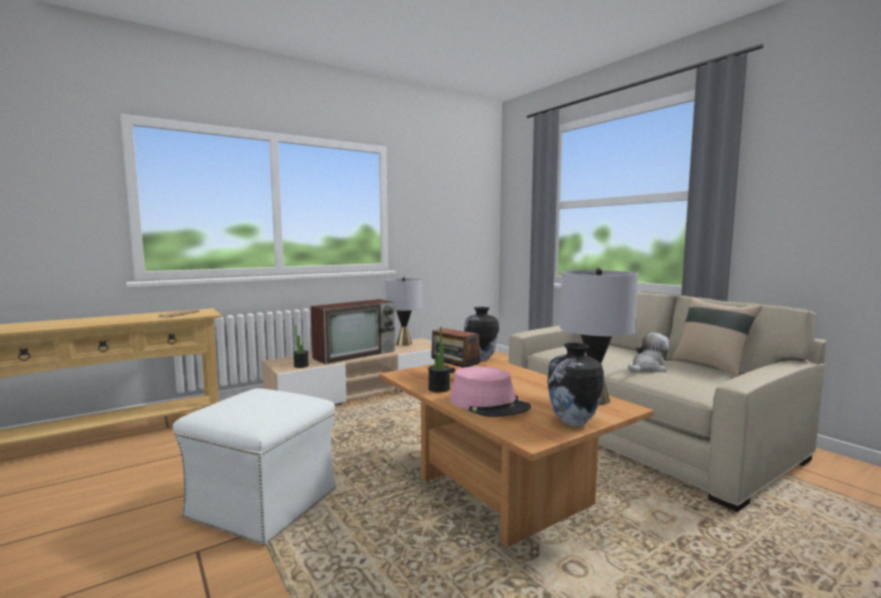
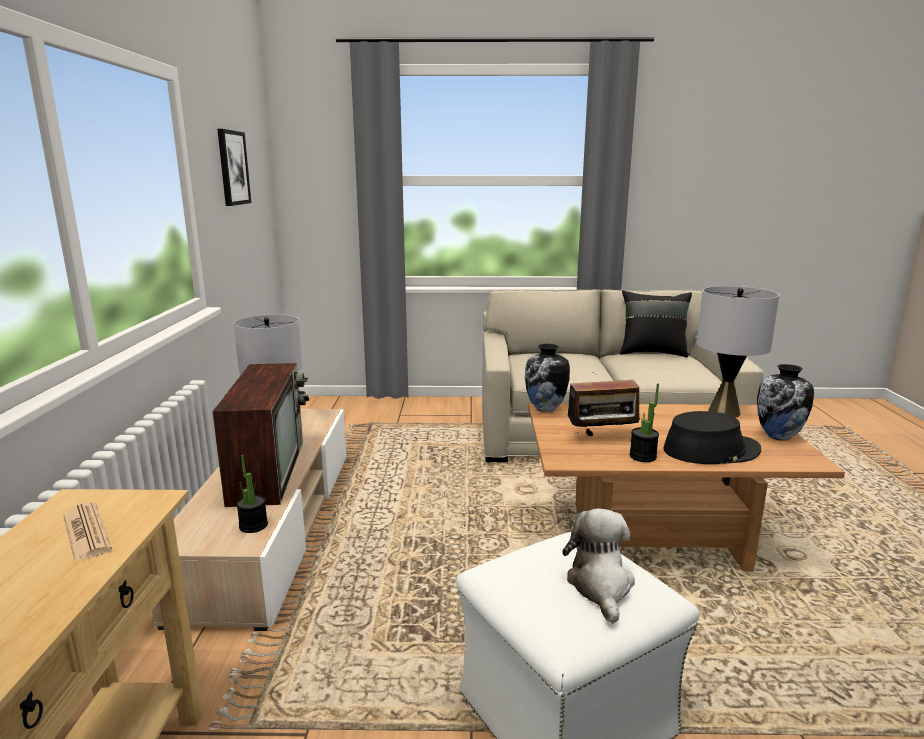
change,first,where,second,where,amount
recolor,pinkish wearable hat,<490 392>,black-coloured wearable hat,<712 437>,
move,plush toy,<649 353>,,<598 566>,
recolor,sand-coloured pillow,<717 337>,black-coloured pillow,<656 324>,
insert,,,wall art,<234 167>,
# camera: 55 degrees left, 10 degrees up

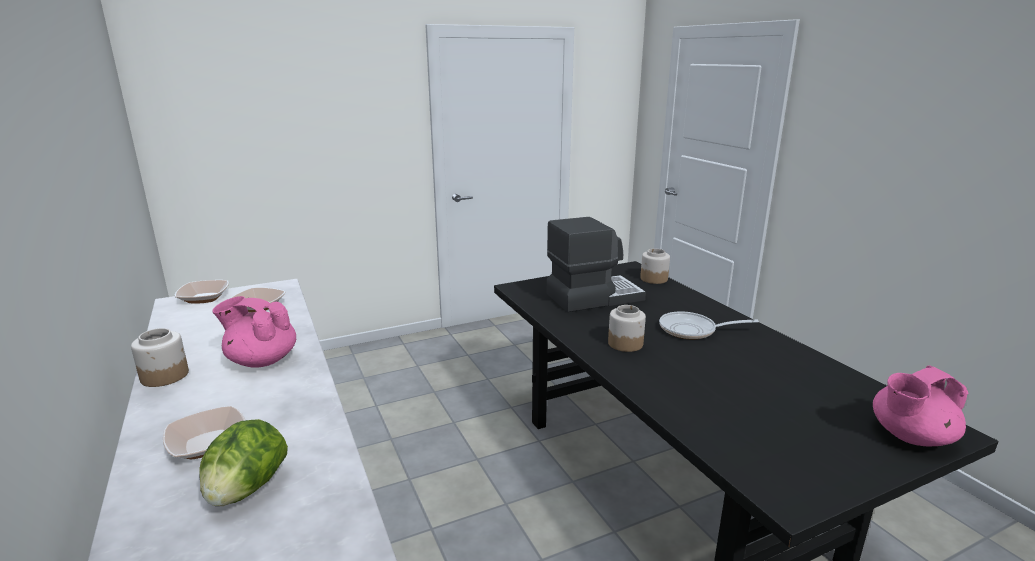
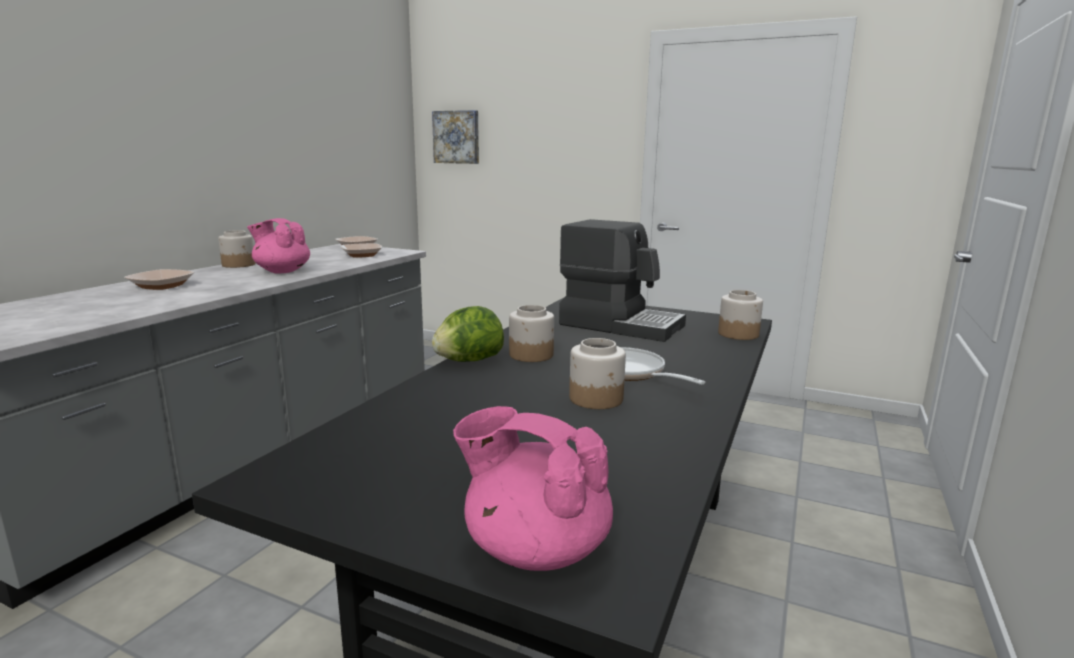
change,first,where,second,where,amount
move,head of lettuce,<243 462>,,<468 334>,
rotate,pinkish tea pot,<254 332>,,<278 246>,45 degrees counterclockwise
insert,,,wall art,<455 137>,
insert,,,preserve jar,<597 373>,
# camera: 50 degrees right, 5 degrees down

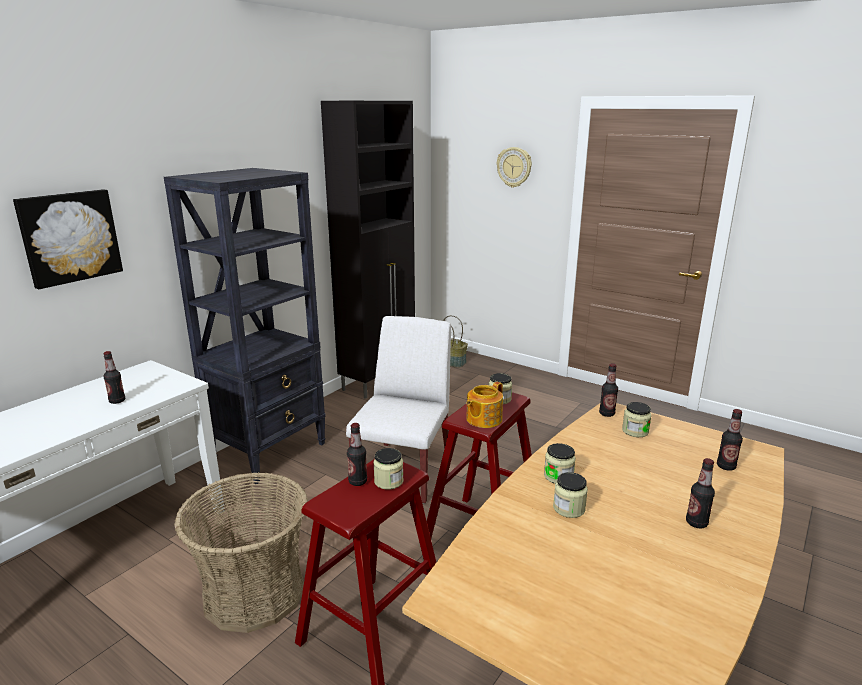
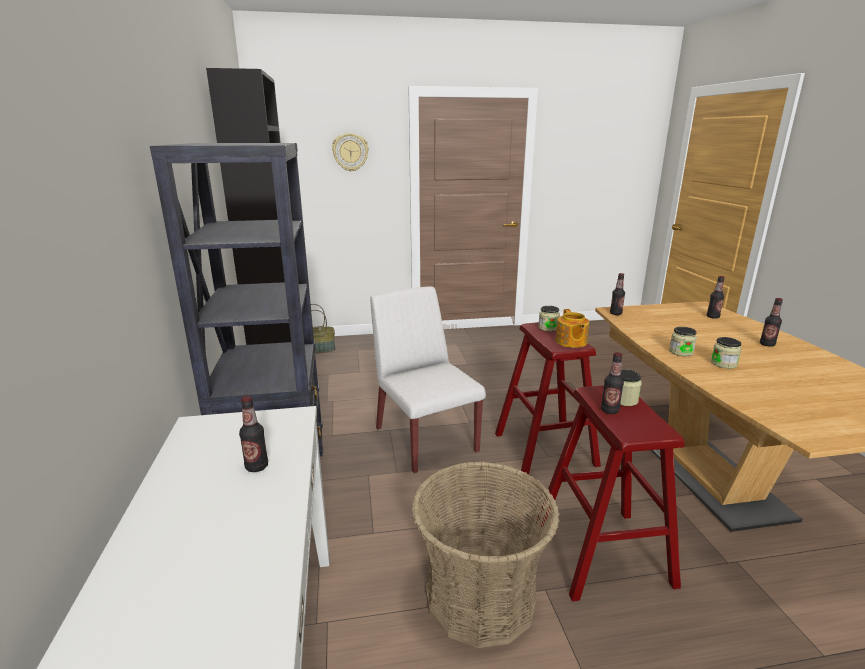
change,first,where,second,where,amount
delete,wall art,<68 239>,,,
delete,preserve jar,<636 419>,,,
# camera: 45 degrees left, 0 degrees up

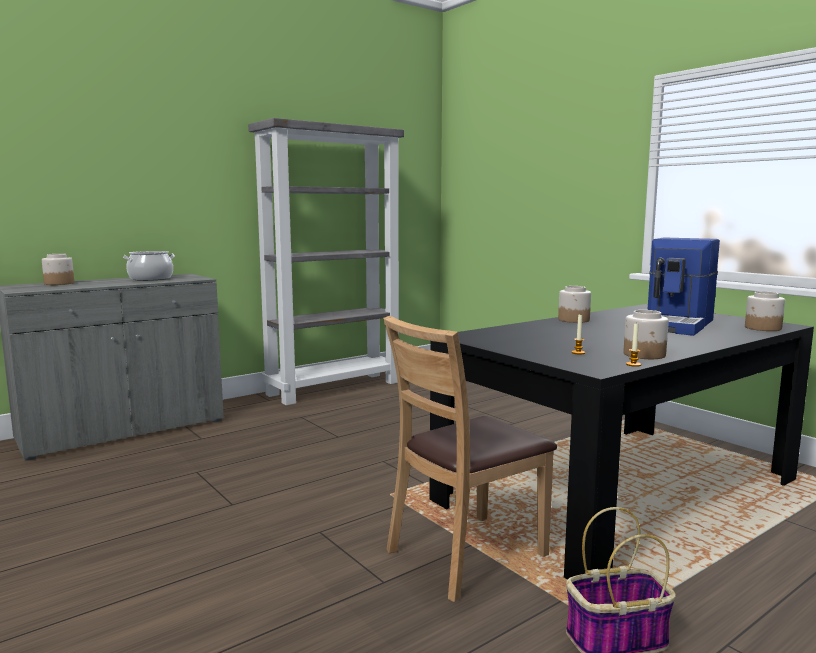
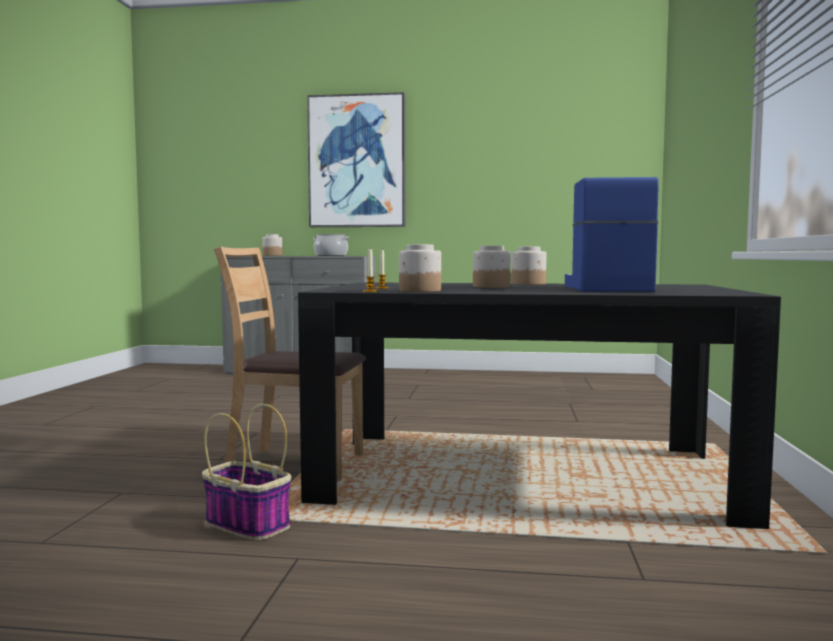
change,first,where,second,where,amount
delete,gray shelving unit,<326 261>,,,
rotate,coffee maker,<683 287>,,<612 234>,105 degrees clockwise
move,preserve jar,<765 311>,,<492 267>,
insert,,,wall art,<356 159>,
# camera: 45 degrees right, 5 degrees down

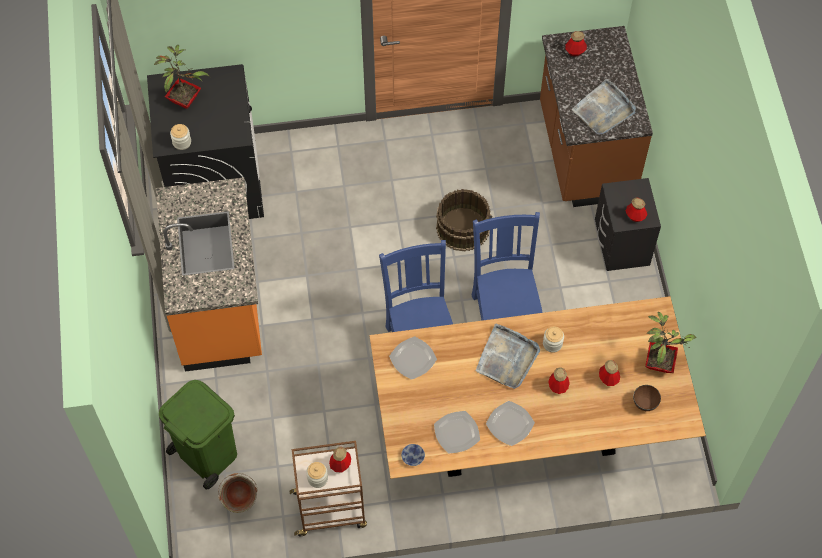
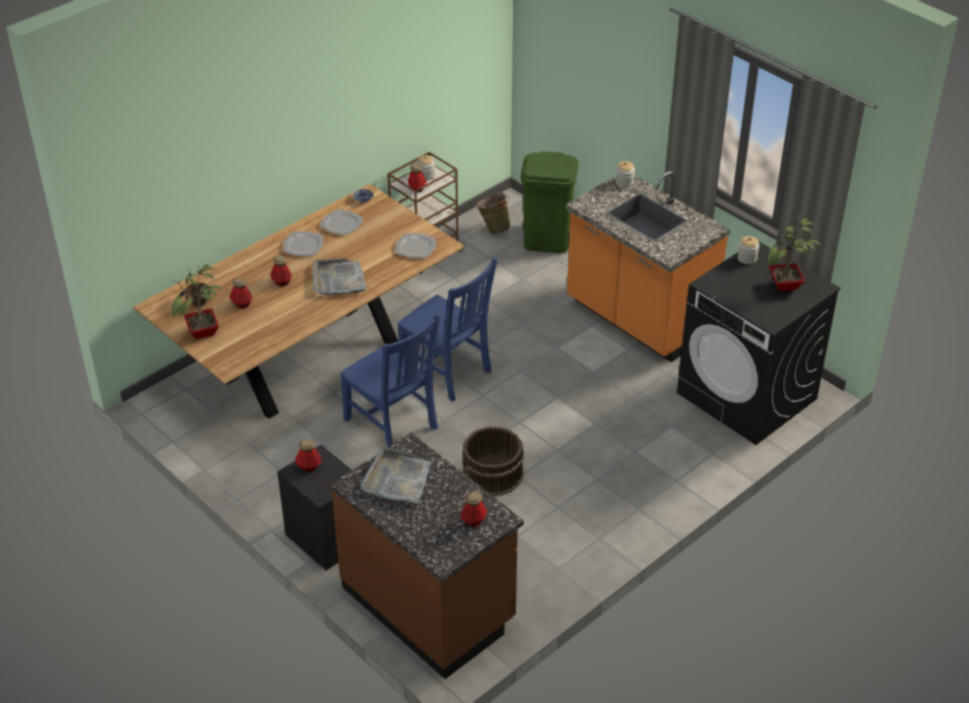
change,first,where,second,where,amount
move,preserve jar,<553 340>,,<625 174>,
# camera: 145 degrees right, 20 degrees down

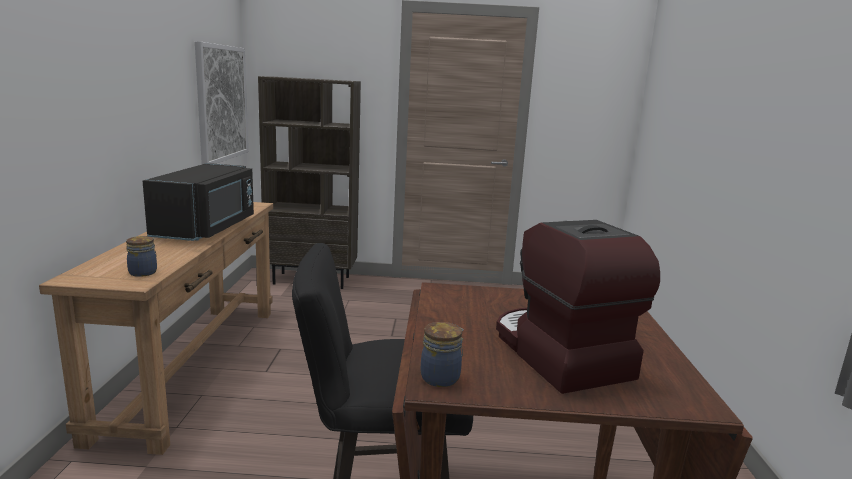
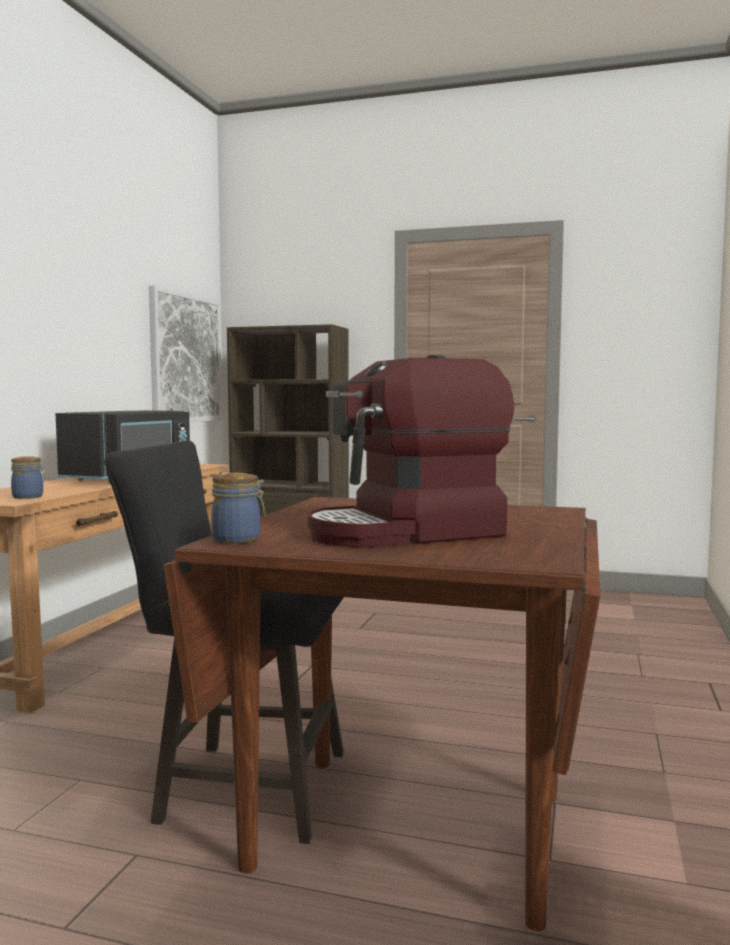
change,first,where,second,where,amount
rotate,coffee maker,<578 307>,,<411 451>,105 degrees counterclockwise
# camera: 15 degrees right, 10 degrees down

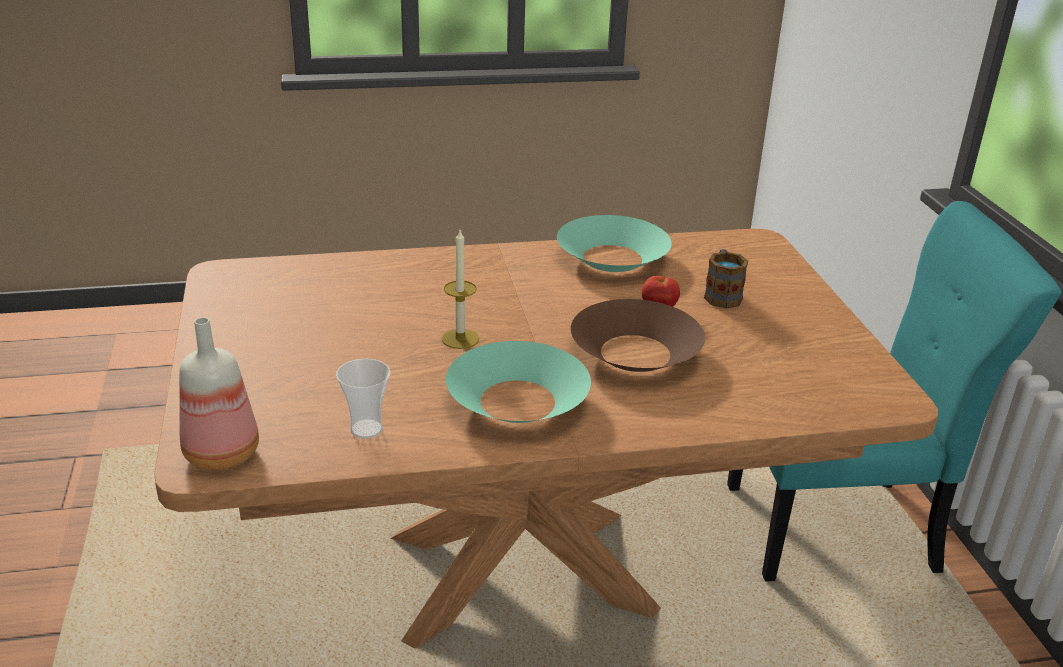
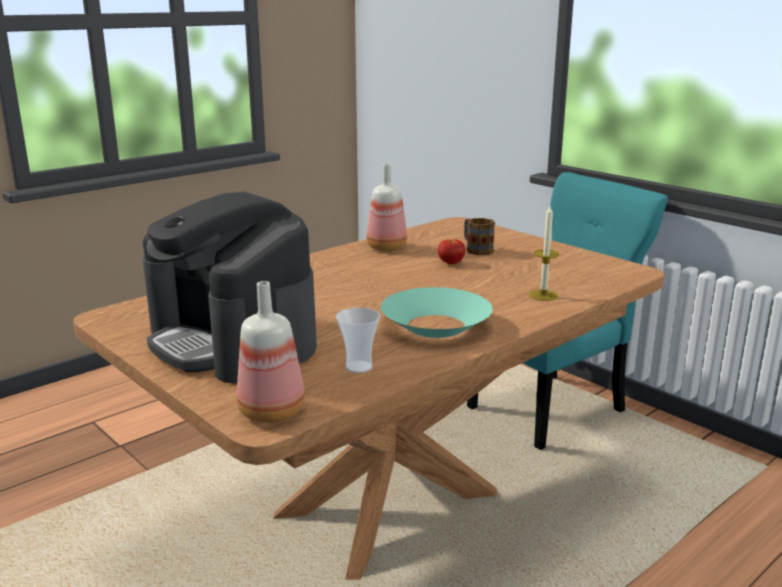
change,first,where,second,where,amount
move,wax candle,<460 289>,,<544 253>,
replace,turquoise bowl,<614 243>,bottle,<386 207>,
delete,brown-coloured bowl,<638 335>,,,
insert,,,coffee maker,<230 287>,
# camera: 30 degrees left, 10 degrees down

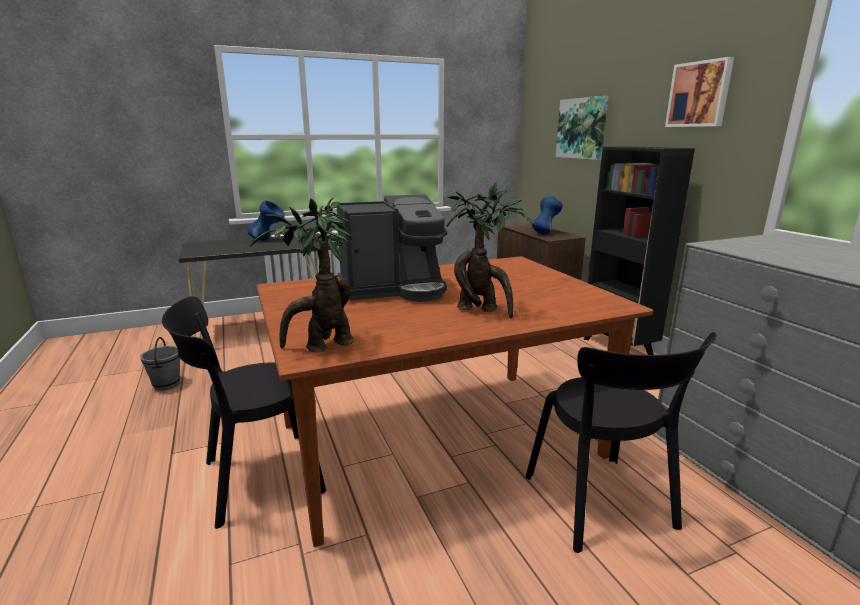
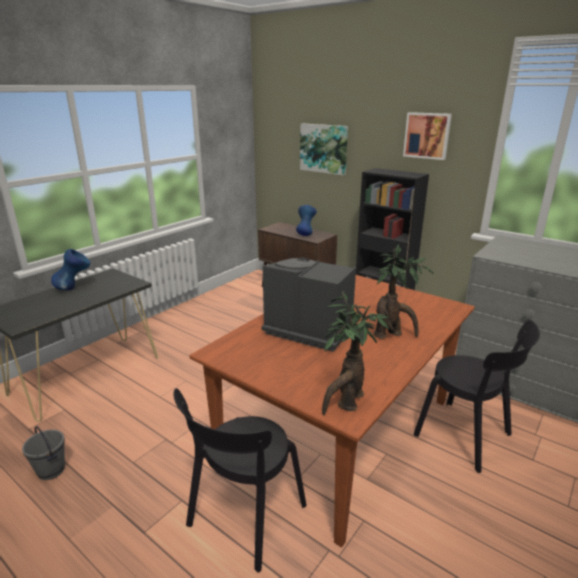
change,first,where,second,where,amount
rotate,coffee maker,<392 248>,,<308 304>,105 degrees counterclockwise
# camera: 30 degrees left, 5 degrees up

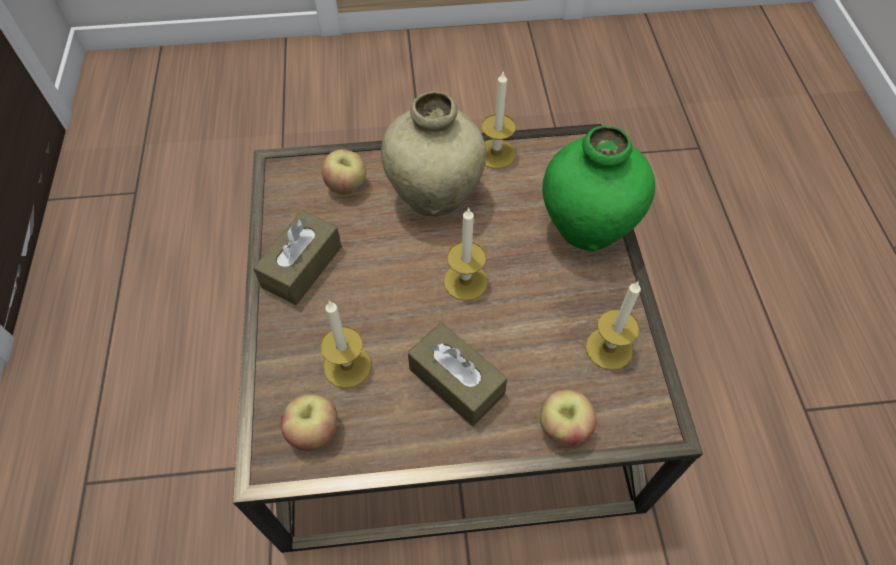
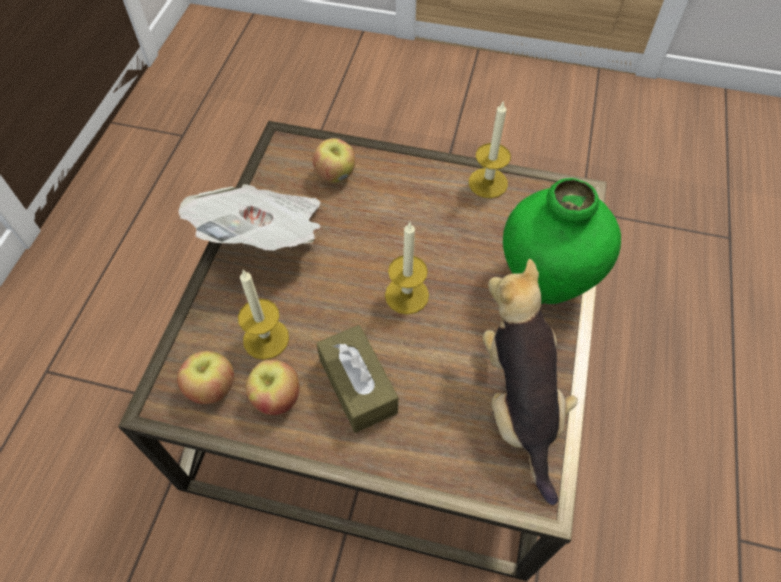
change,first,where,second,where,amount
replace,brown-coloured box of tissues,<297 257>,printed paper,<249 217>,
delete,sand-coloured flower vase,<433 153>,,,
move,apple fruit,<568 418>,,<272 387>,
replace,wax candle,<613 325>,plush toy,<530 382>,
# camera: 20 degrees right, 0 degrees up

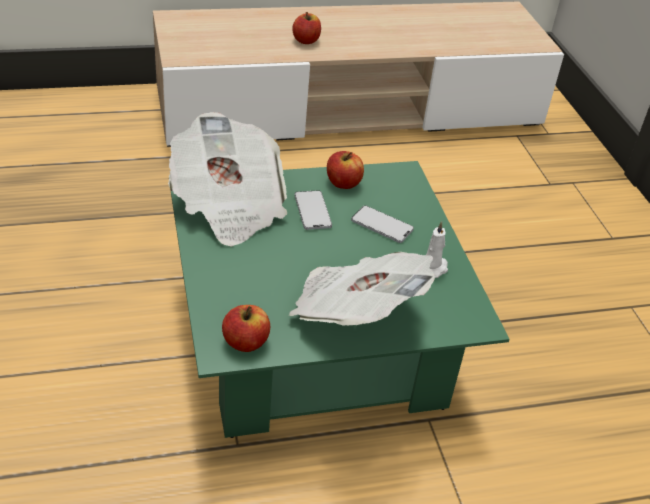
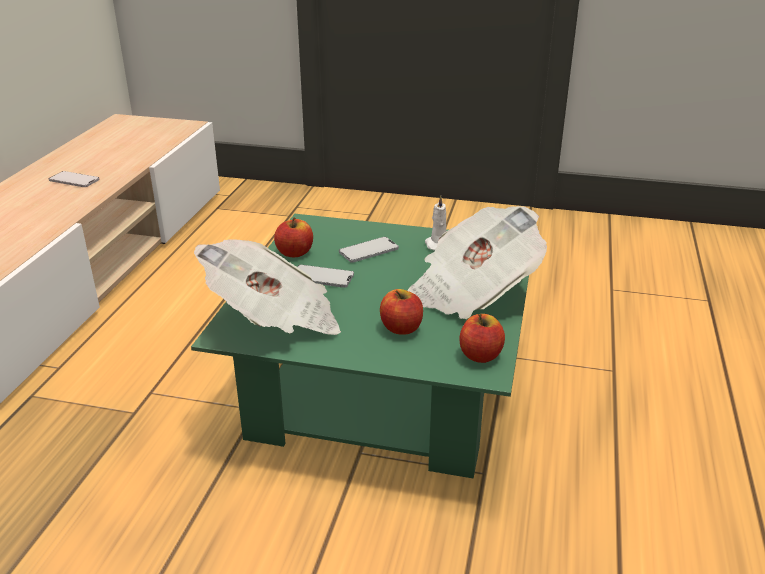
change,first,where,second,where,amount
move,apple fruit,<306 28>,,<401 312>,
insert,,,handset,<74 179>,
# camera: 60 degrees left, 10 degrees down

